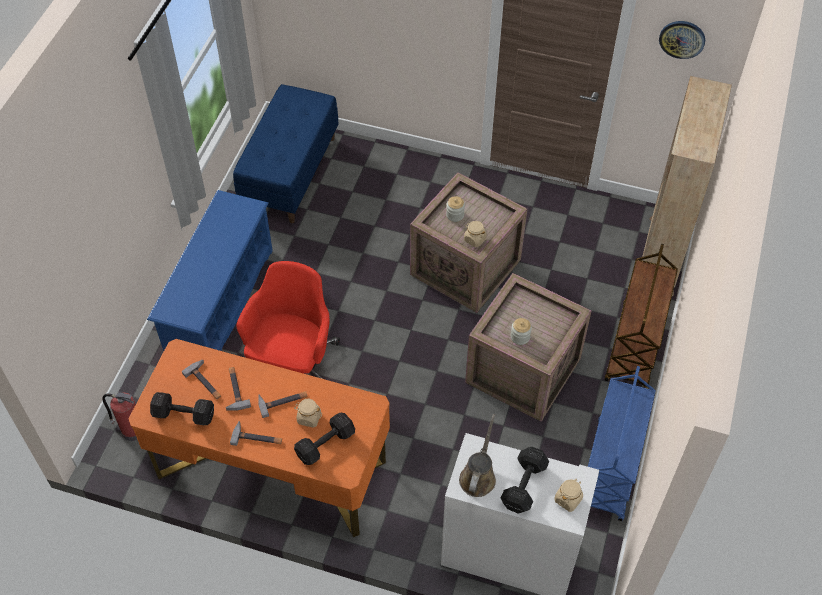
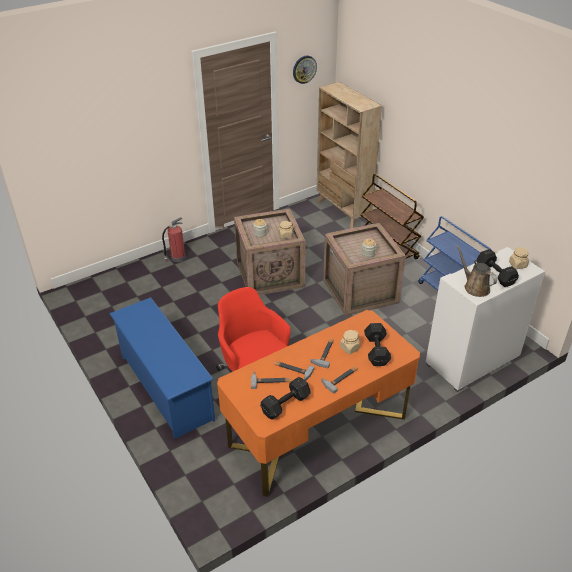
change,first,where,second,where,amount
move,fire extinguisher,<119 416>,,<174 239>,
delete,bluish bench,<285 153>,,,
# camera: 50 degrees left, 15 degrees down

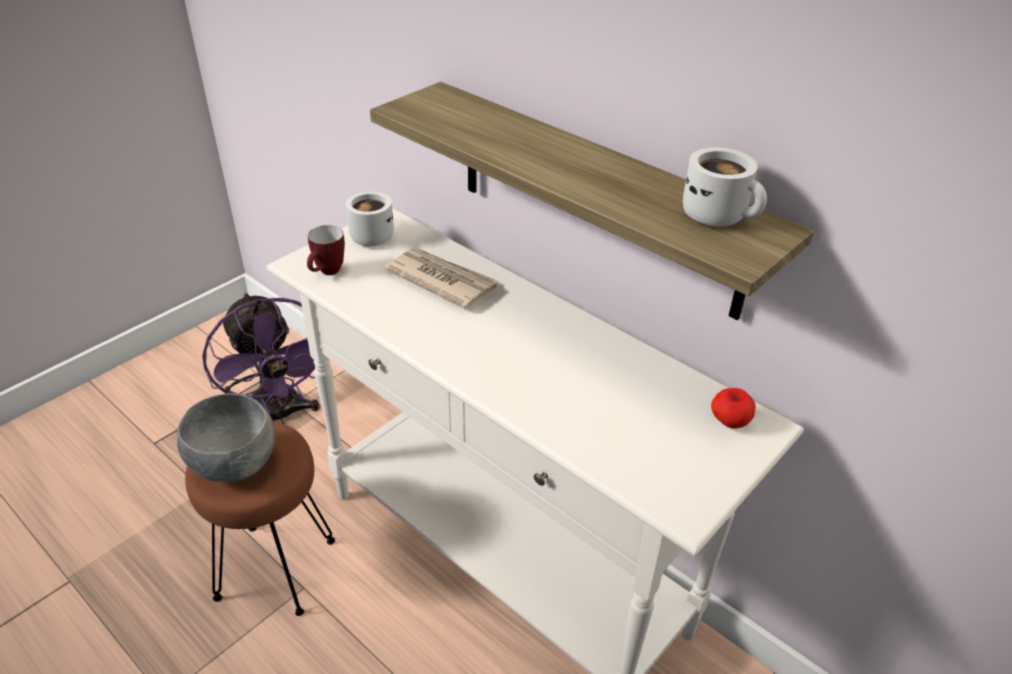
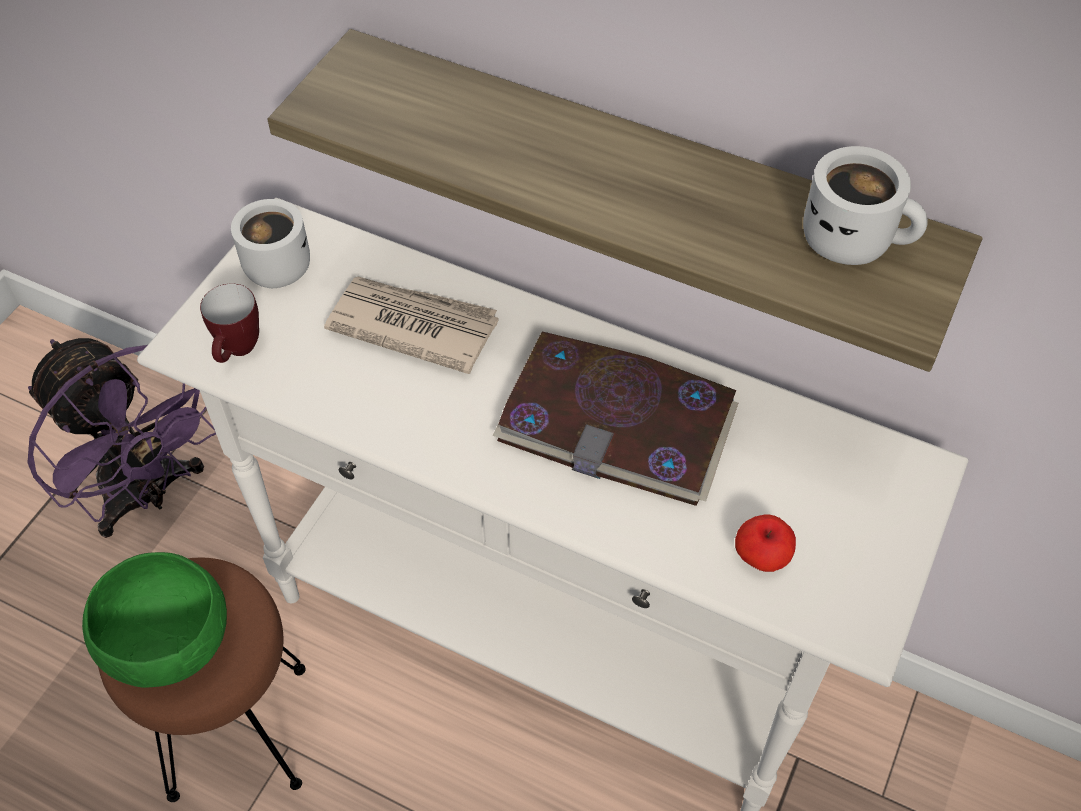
change,first,where,second,where,amount
recolor,gray bowl,<226 437>,green bowl,<154 620>,
move,apple fruit,<733 408>,,<765 543>,
insert,,,volume,<615 418>,
# camera: 15 degrees left, 15 degrees up

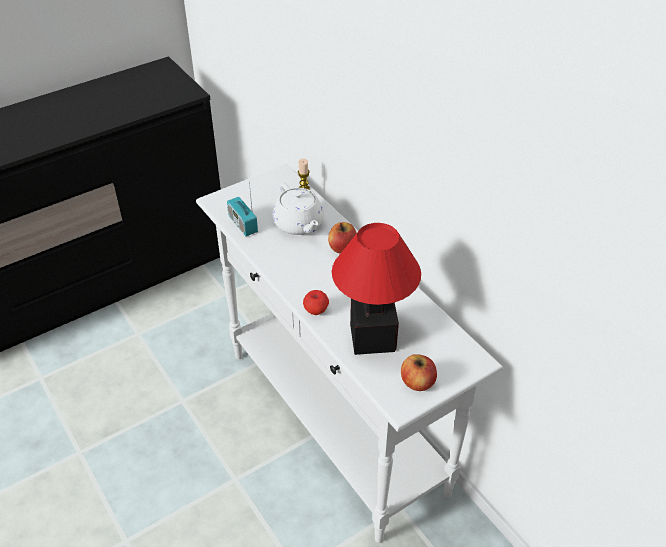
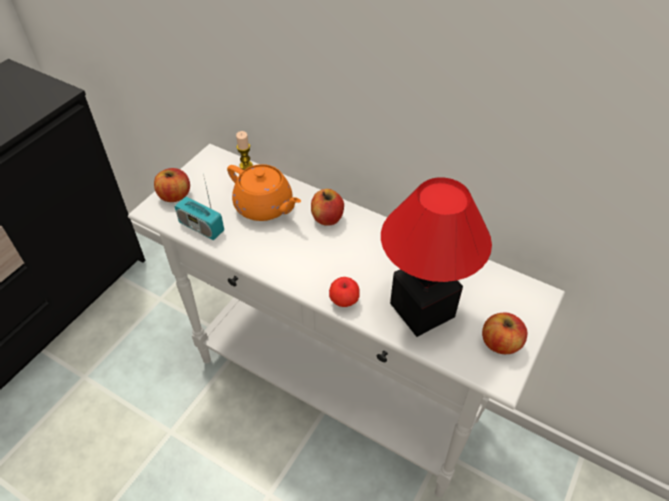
change,first,where,second,where,amount
recolor,white tea pot,<298 209>,orange tea pot,<264 192>,
insert,,,apple fruit,<172 185>,
# camera: 25 degrees left, 5 degrees up

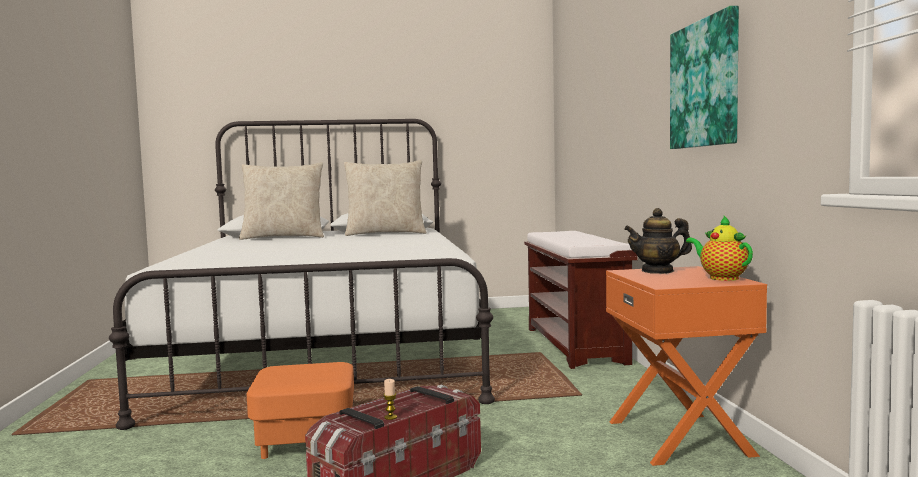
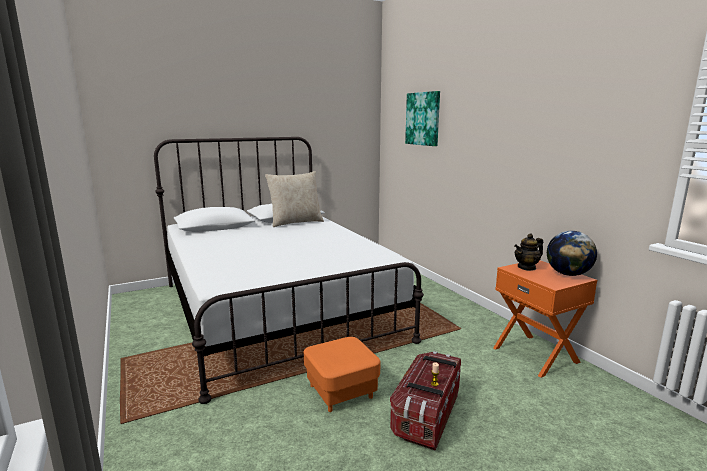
change,first,where,second,where,amount
delete,sand-coloured pillow,<281 201>,,,
delete,brown-coloured bench,<581 300>,,,
move,wall art,<704 77>,,<422 118>,
replace,tea pot,<719 248>,globe,<572 253>,
# camera: 20 degrees left, 10 degrees up

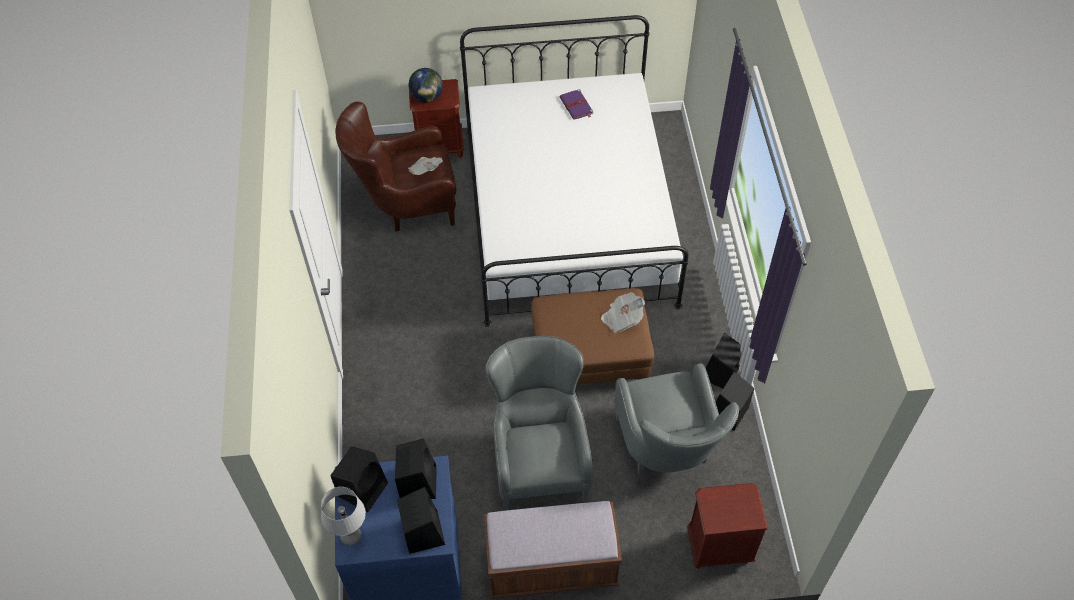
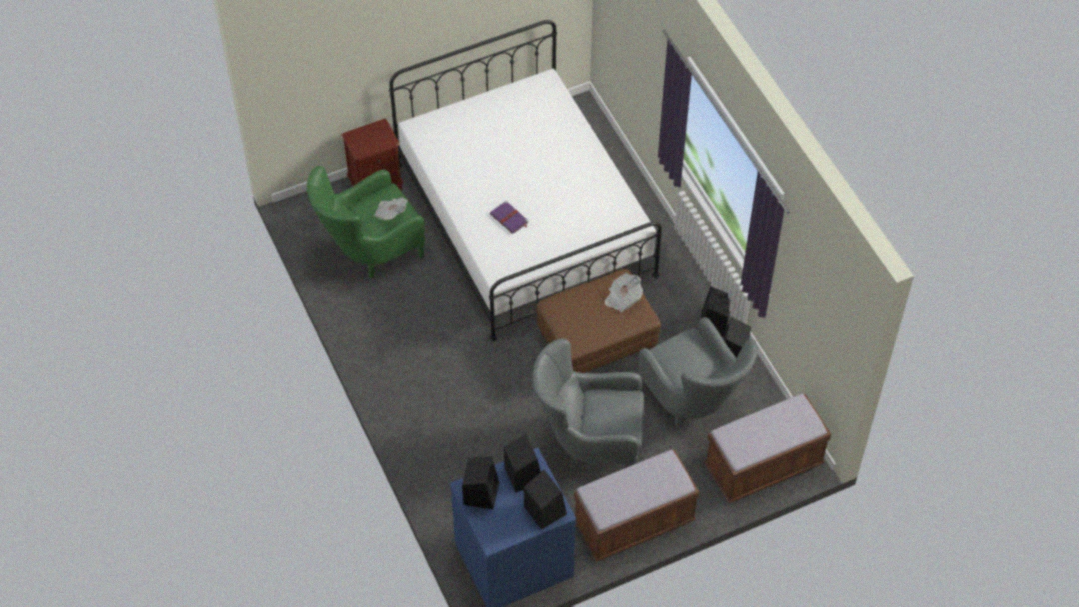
change,first,where,second,where,amount
delete,gray table lamp,<343 516>,,,
recolor,brown-coloured lounge chair,<396 166>,green lounge chair,<366 222>,
delete,globe,<426 85>,,,
rotate,gray lounge chair,<539 423>,,<588 403>,60 degrees counterclockwise
move,purple-coloured volume,<576 104>,,<509 217>,
replace,brown-coloured night table,<727 526>,brown-coloured bench,<767 448>,
# camera: 20 degrees left, 0 degrees up

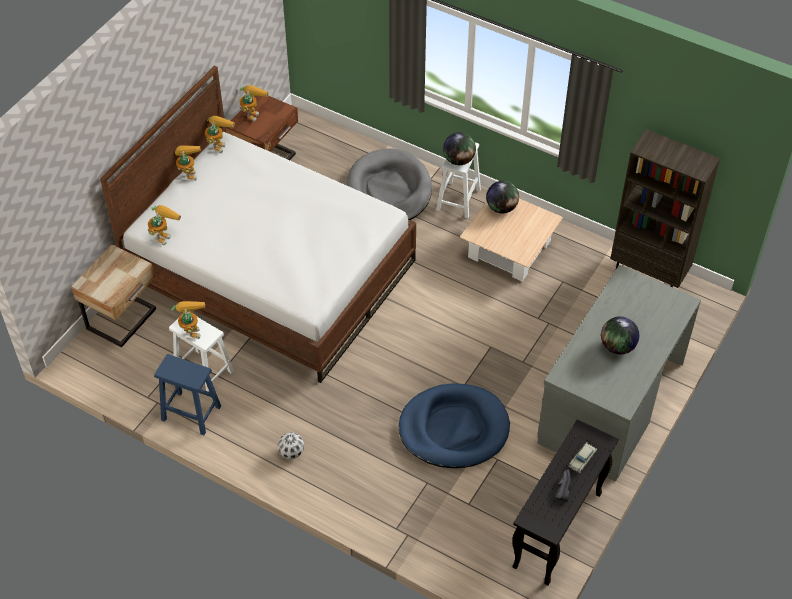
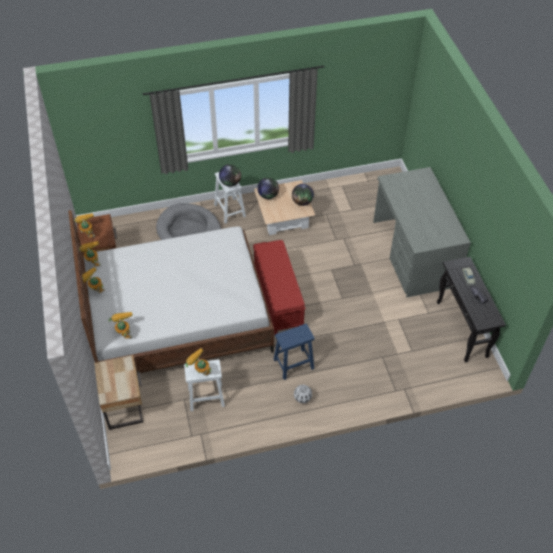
change,first,where,second,where,amount
move,bluish stool seat,<187 394>,,<294 352>,
delete,bluish dog bed,<454 425>,,,
move,globe,<620 336>,,<303 195>,
delete,brown-coloured shelving unit,<665 208>,,,
insert,,,red bench,<279 287>,
# camera: 45 degrees left, 0 degrees up

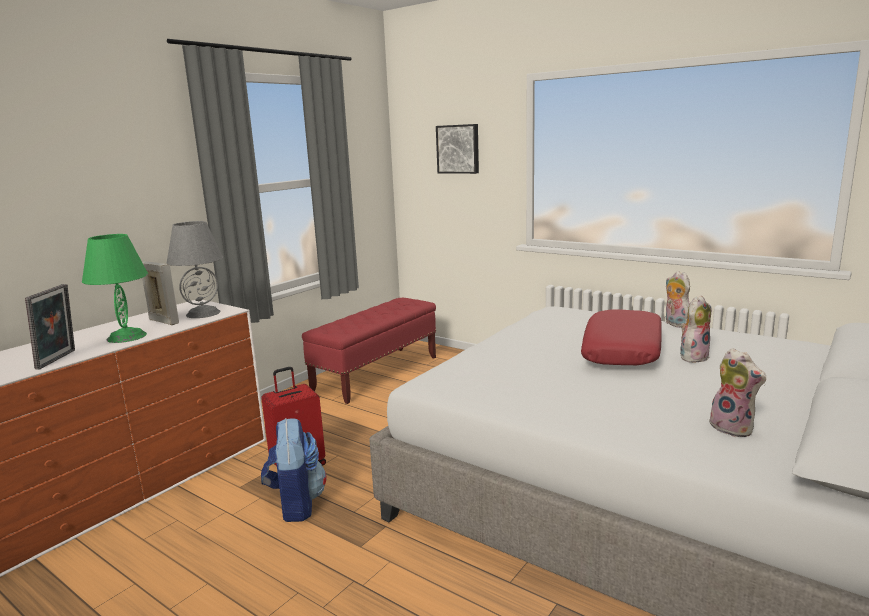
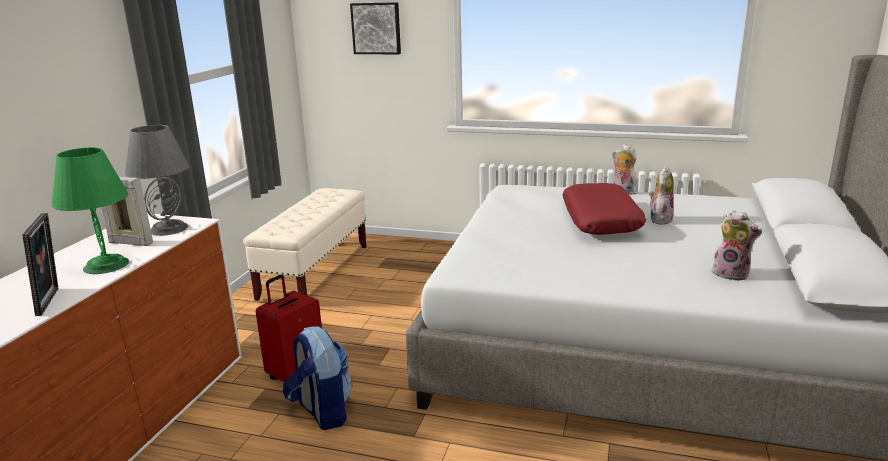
change,first,where,second,where,amount
recolor,red bench,<369 351>,sand-coloured bench,<305 244>,
# camera: 20 degrees left, 5 degrees up

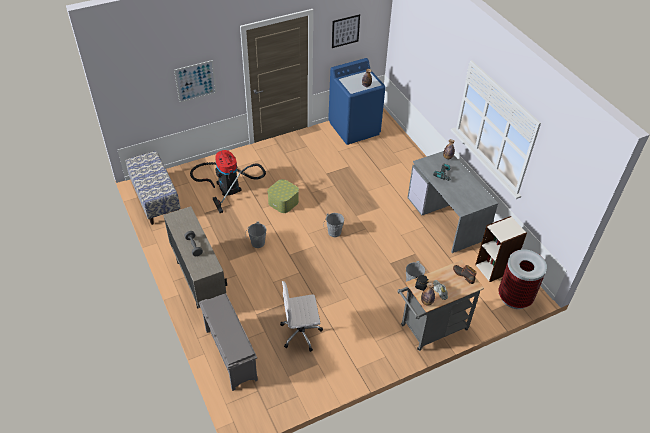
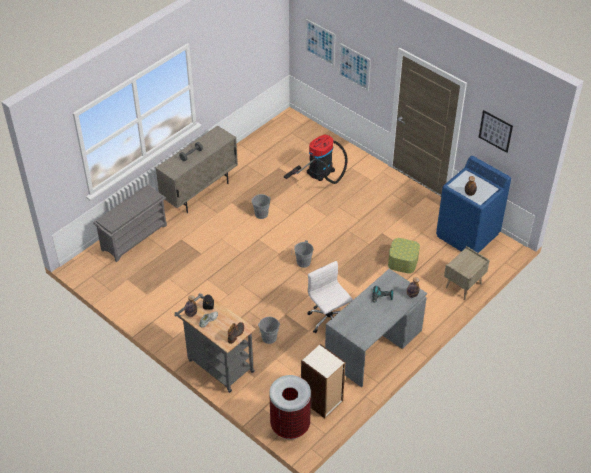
change,first,where,second,where,amount
delete,bench,<153 188>,,,
move,storage bin,<283 196>,,<404 256>,
move,white desk chair,<301 316>,,<330 297>,
insert,,,wall art,<320 42>,
insert,,,sand-coloured night table,<467 273>,
# camera: 70 degrees right, 0 degrees up

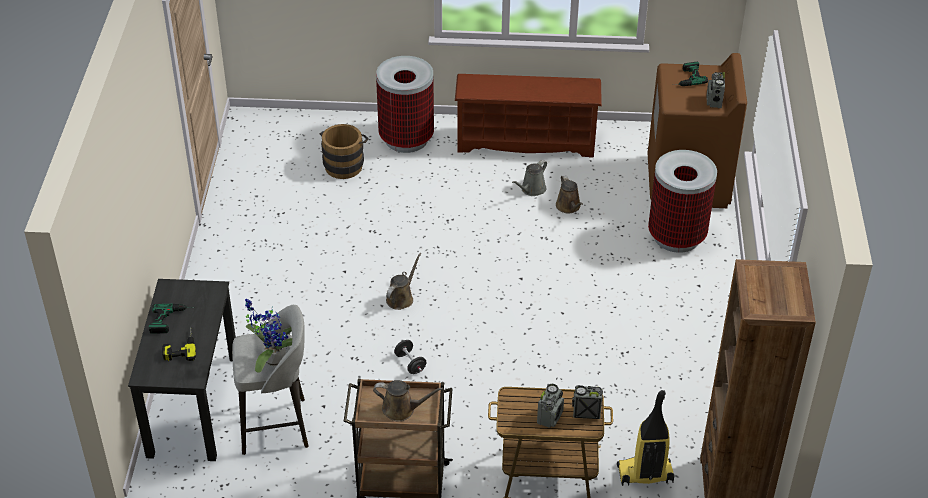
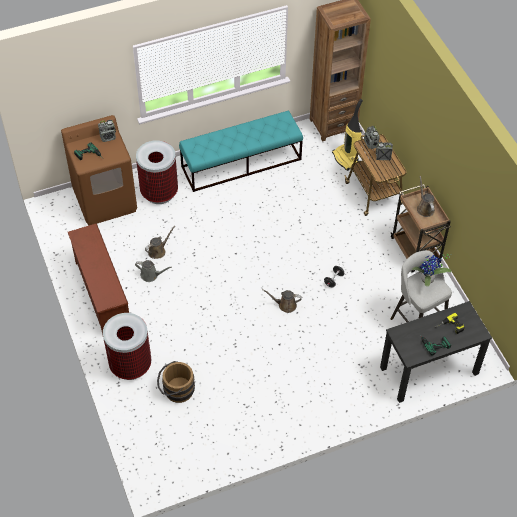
change,first,where,second,where,amount
insert,,,turquoise bench,<241 151>,
# camera: 115 degrees left, 10 degrees up

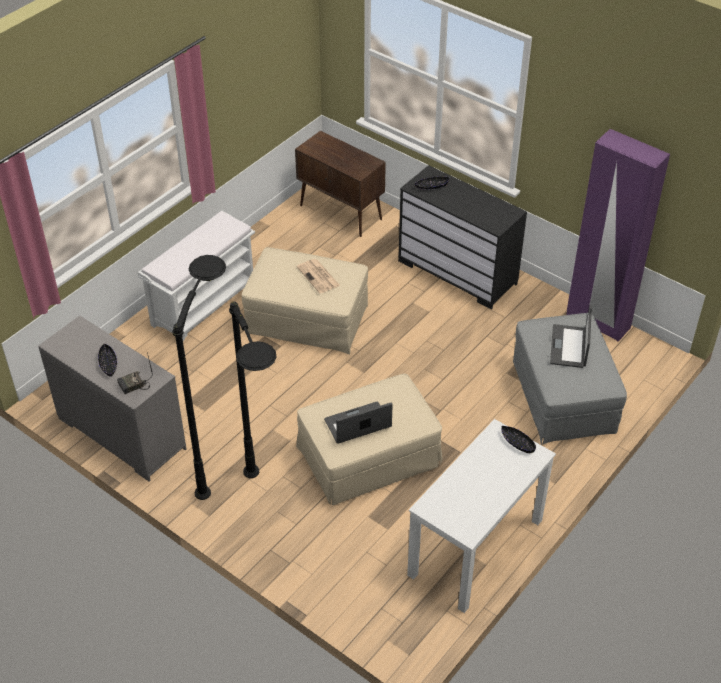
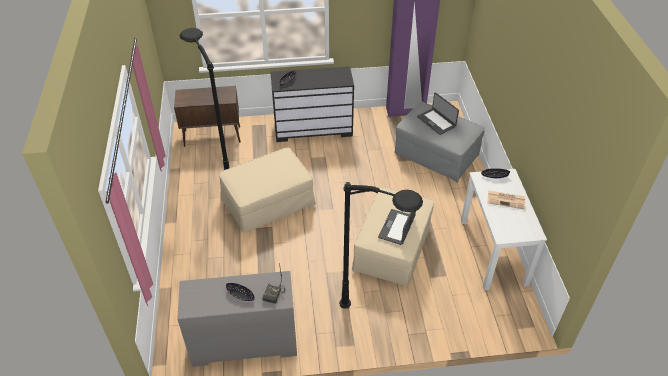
change,first,where,second,where,amount
delete,white bench,<196 276>,,,
move,black-coloured standard lamp,<199 377>,,<205 99>,
move,printed paper,<318 276>,,<506 200>,
# camera: 45 degrees left, 0 degrees up

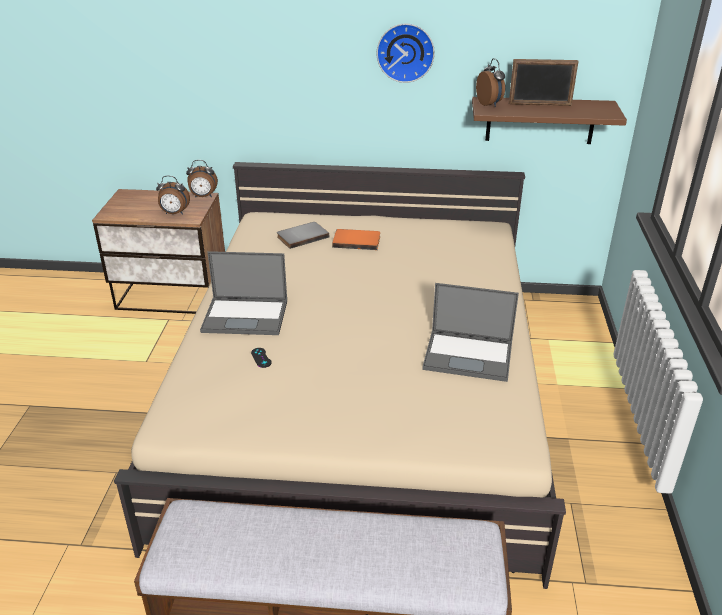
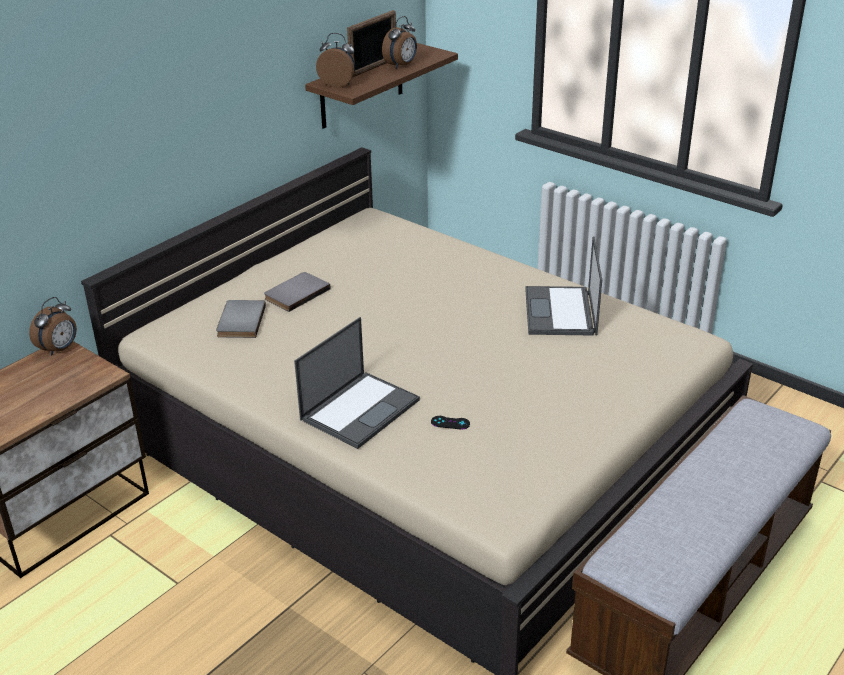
change,first,where,second,where,amount
move,alarm clock,<173 195>,,<399 42>,
recolor,orange volume,<356 239>,gray volume,<297 292>,
delete,hanging clock,<406 53>,,,
rotate,portable computer,<470 332>,,<563 286>,135 degrees clockwise
# camera: 55 degrees left, 0 degrees up

